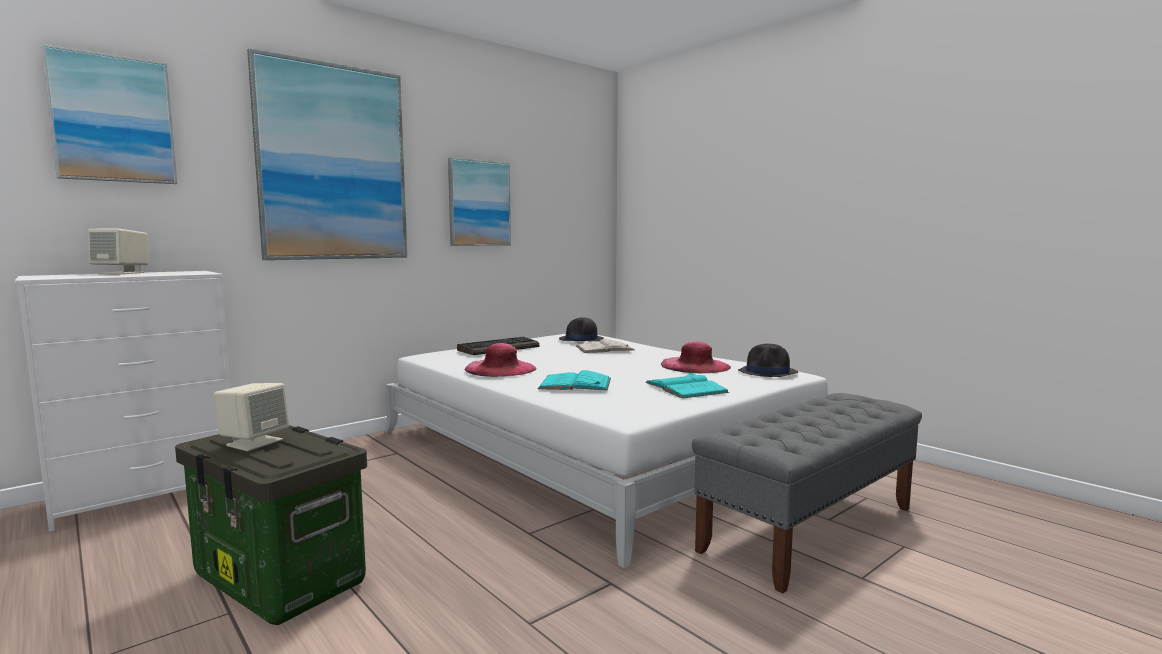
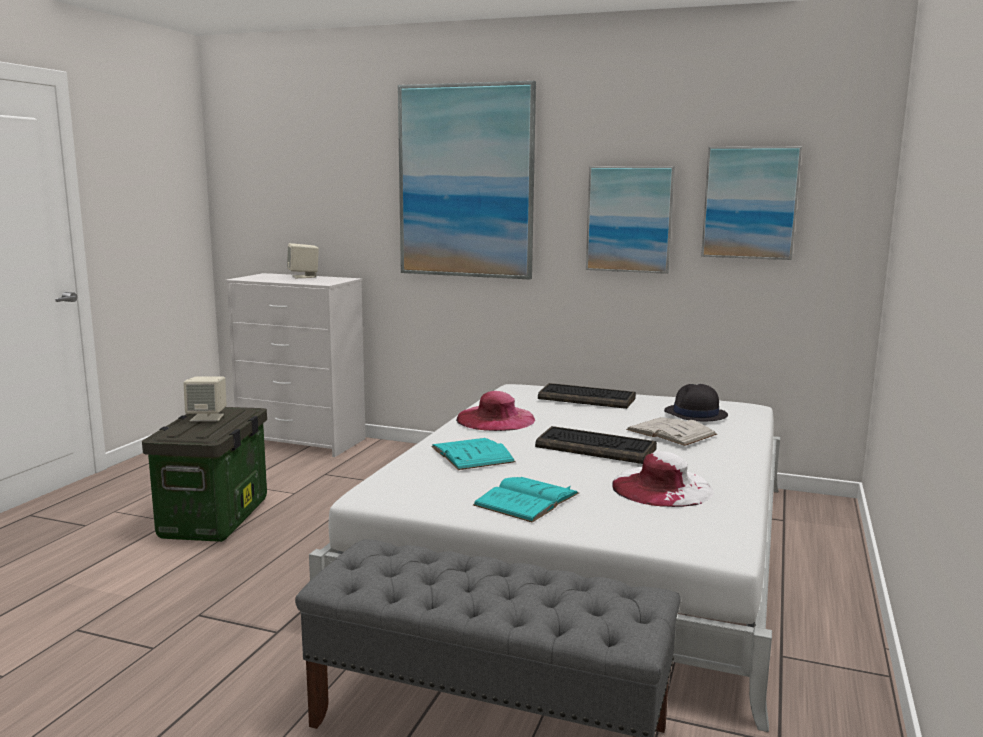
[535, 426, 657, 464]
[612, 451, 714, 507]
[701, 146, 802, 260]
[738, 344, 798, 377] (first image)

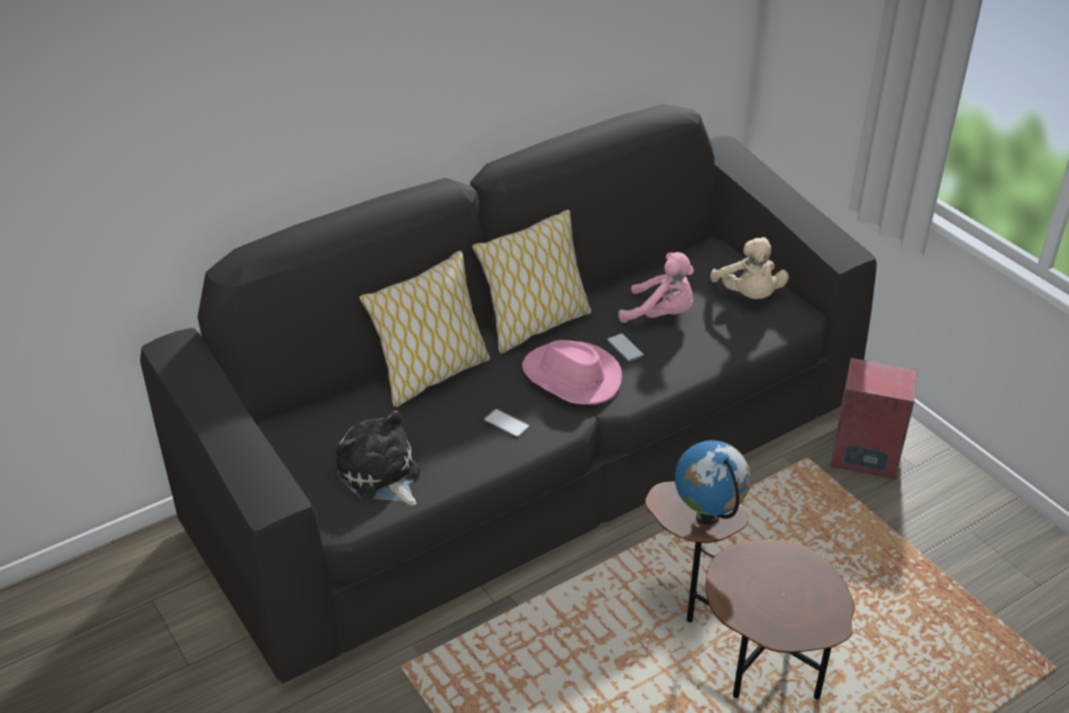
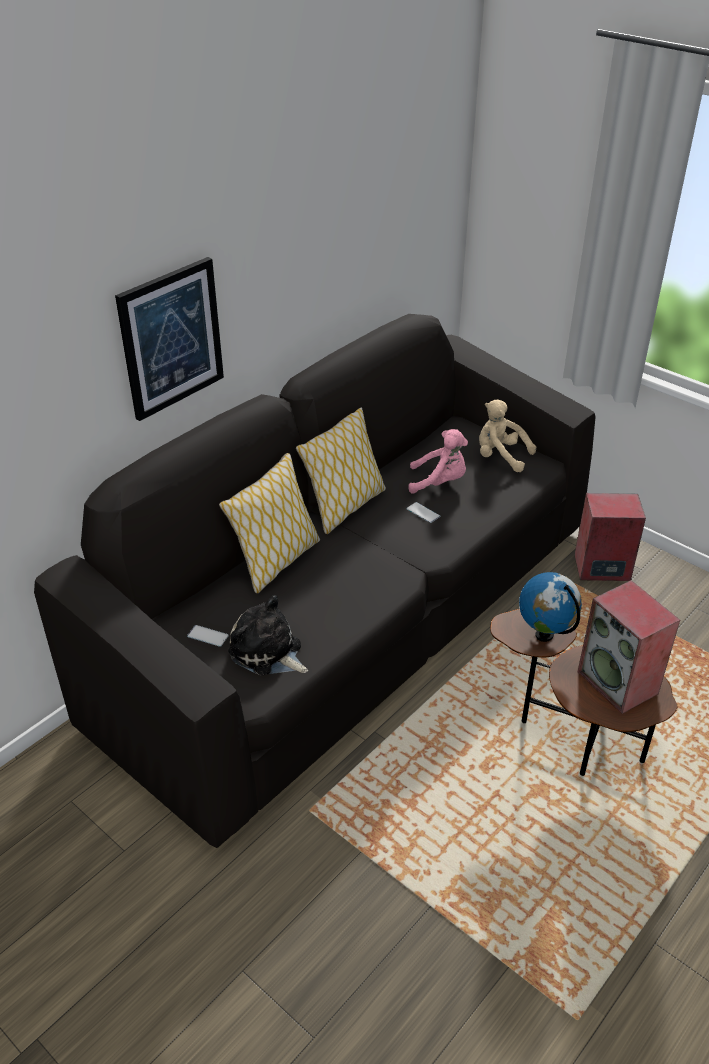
[115, 257, 224, 421]
[187, 625, 229, 647]
[479, 399, 536, 472]
[578, 580, 680, 714]
[522, 340, 622, 405] (first image)

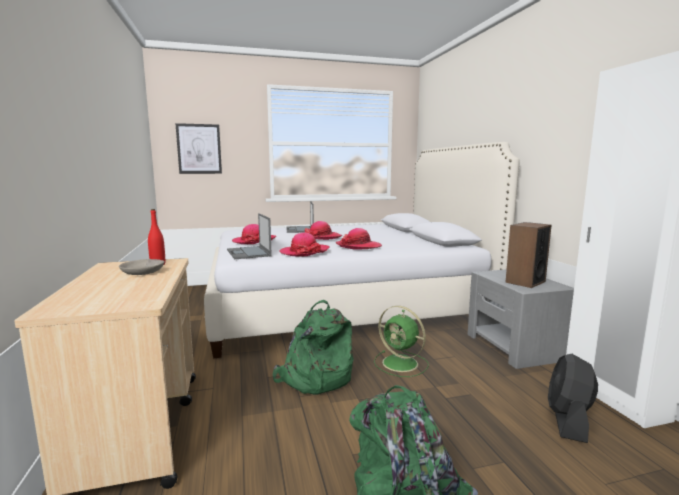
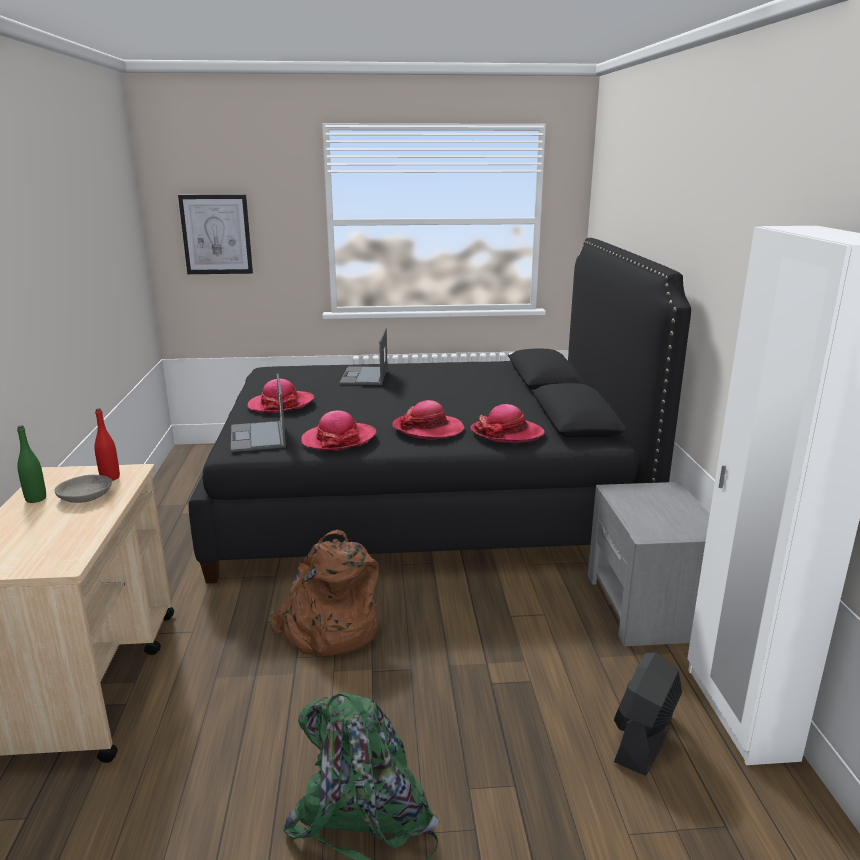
[17, 425, 46, 503]
[189, 238, 691, 583]
[270, 530, 379, 657]
[470, 404, 545, 443]
[374, 306, 429, 377] (first image)
[505, 222, 552, 288] (first image)

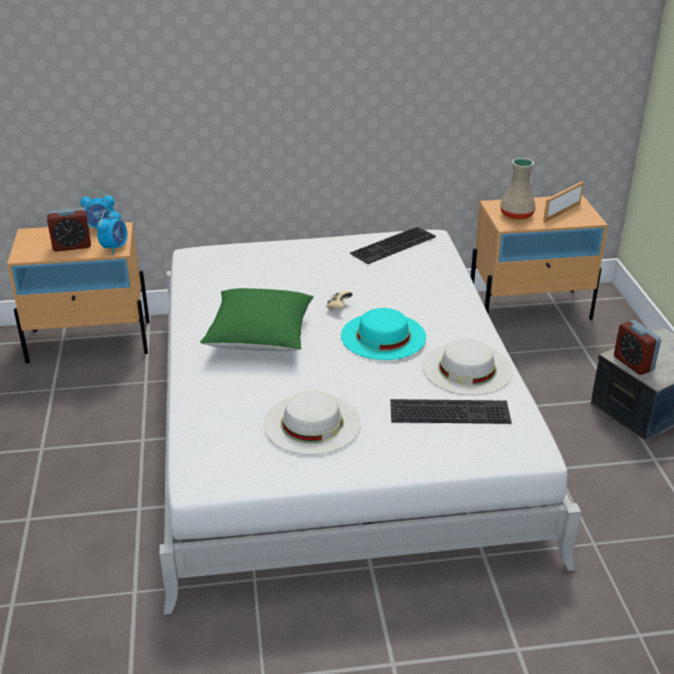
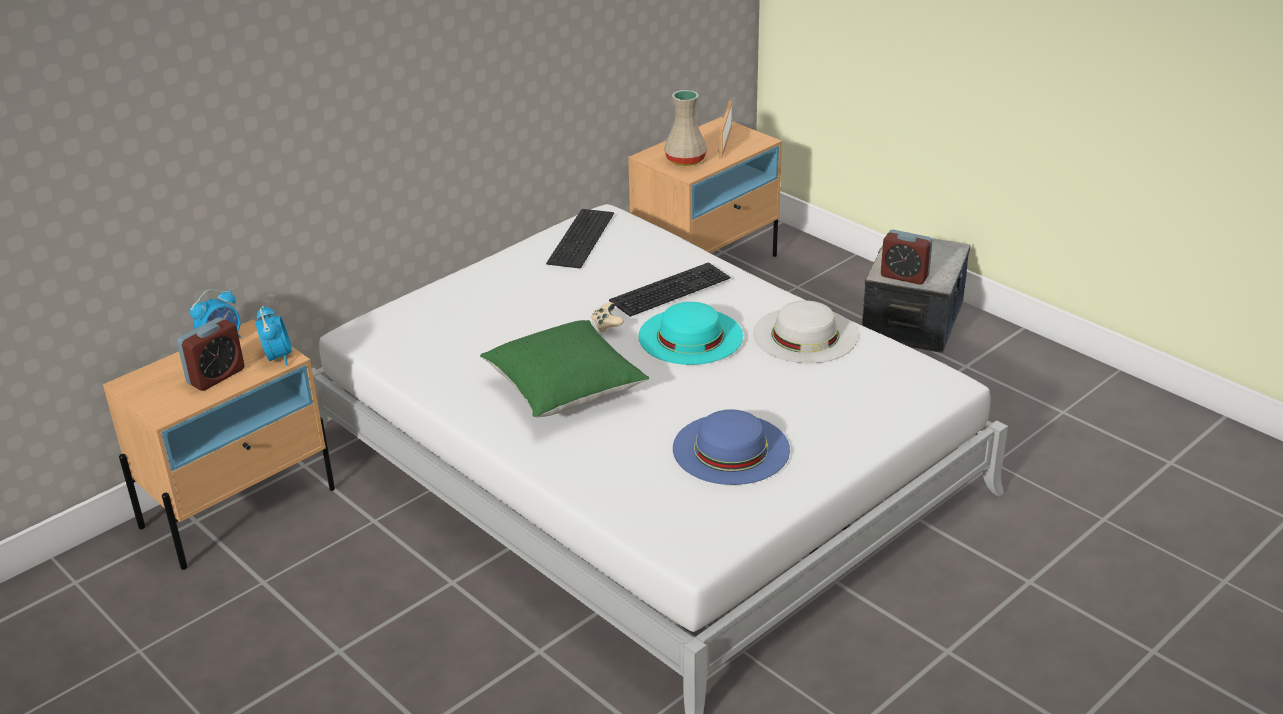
[609, 262, 730, 317]
[673, 409, 790, 485]

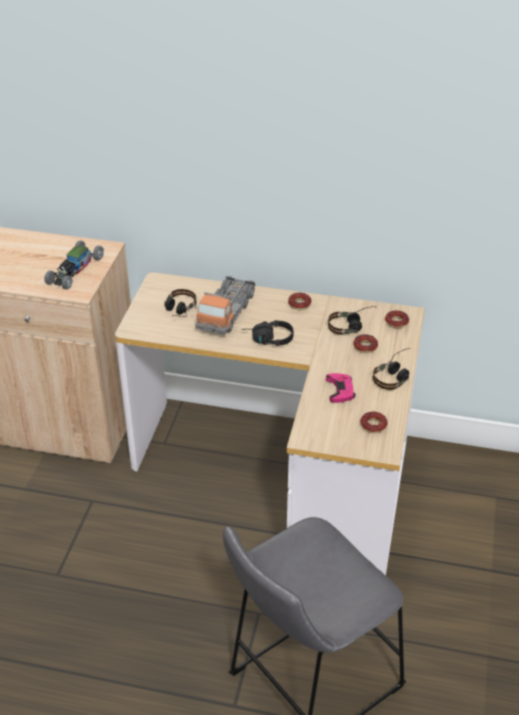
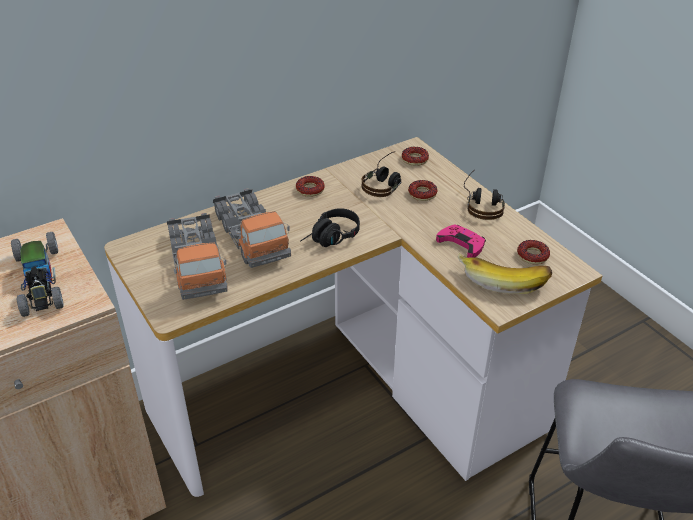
[167, 213, 228, 300]
[458, 253, 552, 294]

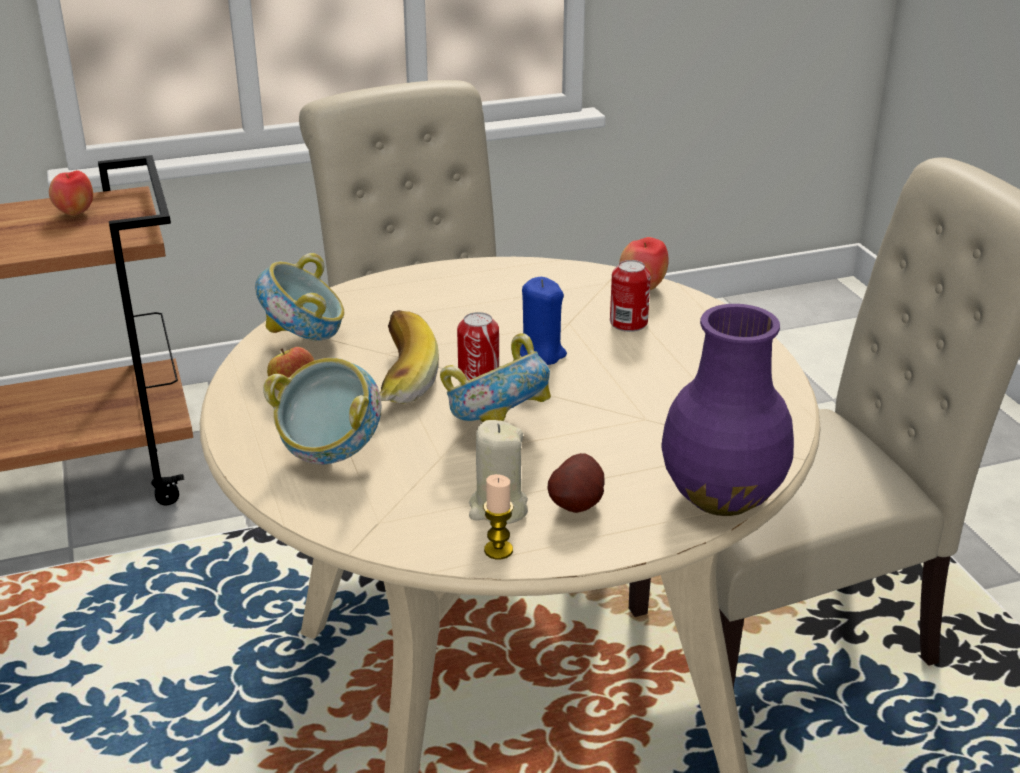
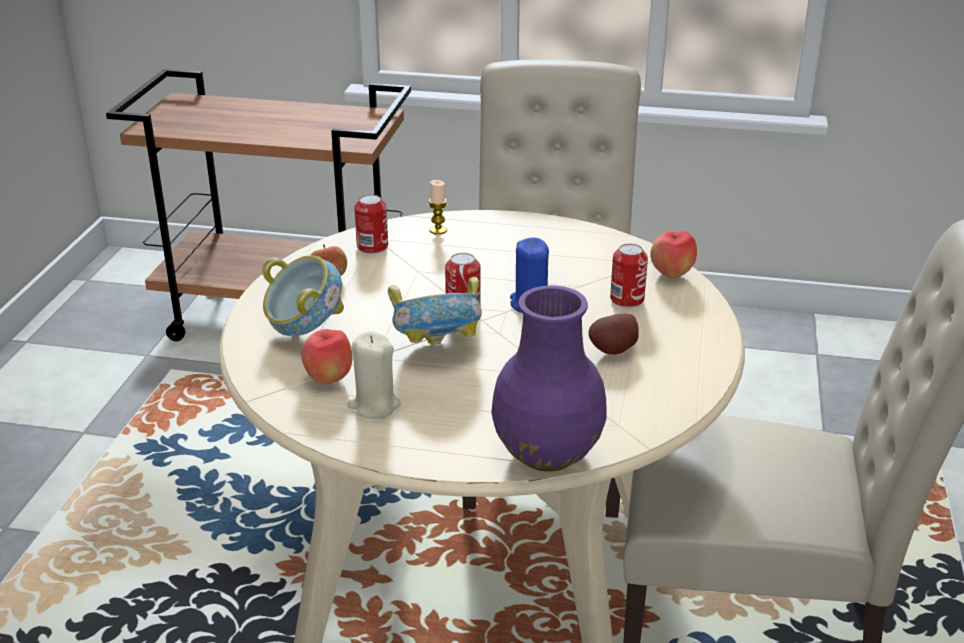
[301, 329, 352, 384]
[354, 194, 388, 254]
[429, 180, 447, 235]
[588, 313, 639, 355]
[380, 310, 439, 404] (first image)

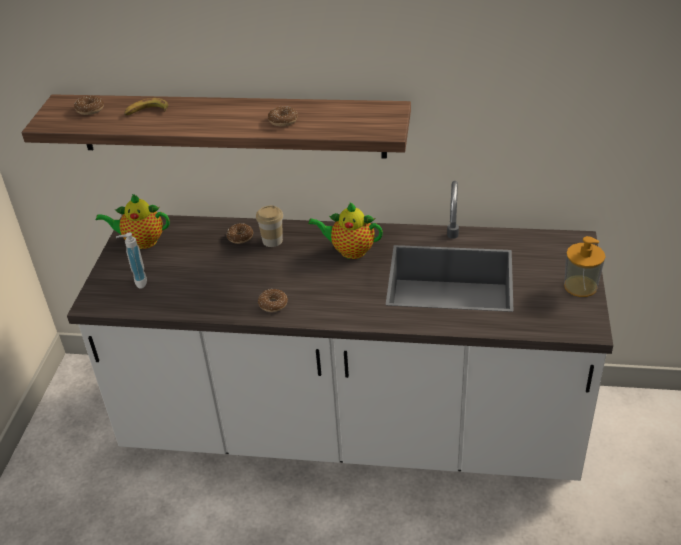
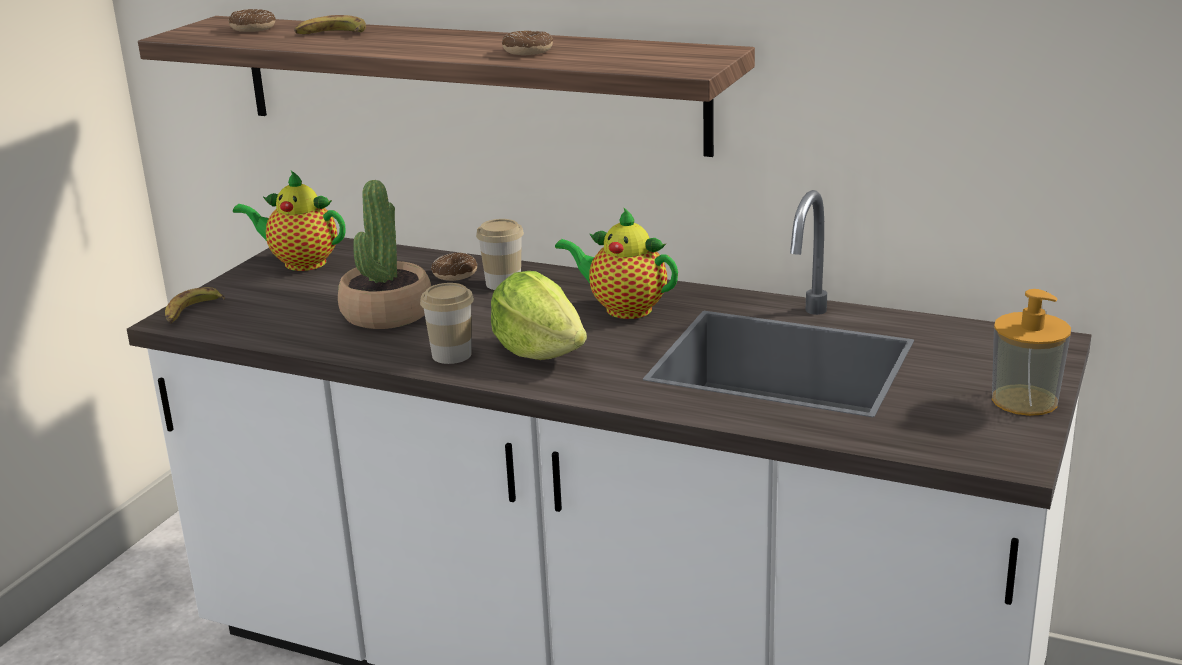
[165, 287, 225, 323]
[338, 180, 431, 329]
[420, 283, 474, 364]
[491, 271, 587, 360]
[116, 232, 147, 288] (first image)

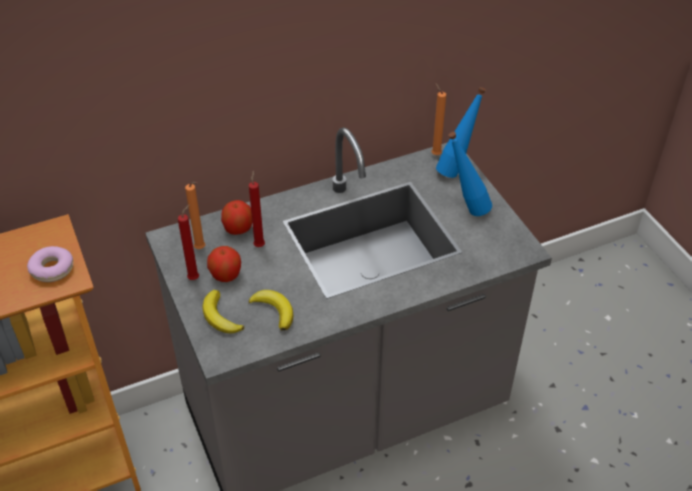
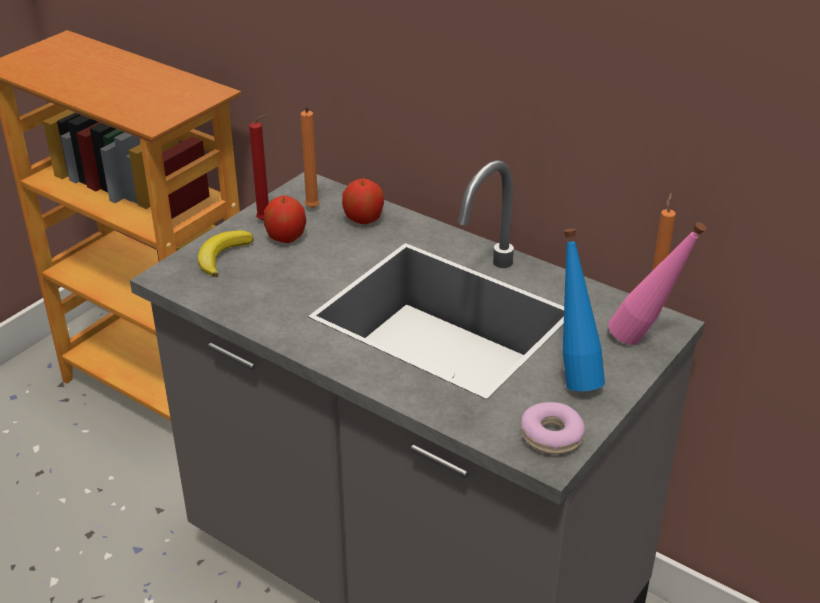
[521, 402, 585, 454]
[608, 222, 706, 345]
[249, 170, 265, 247] (first image)
[249, 290, 293, 331] (first image)

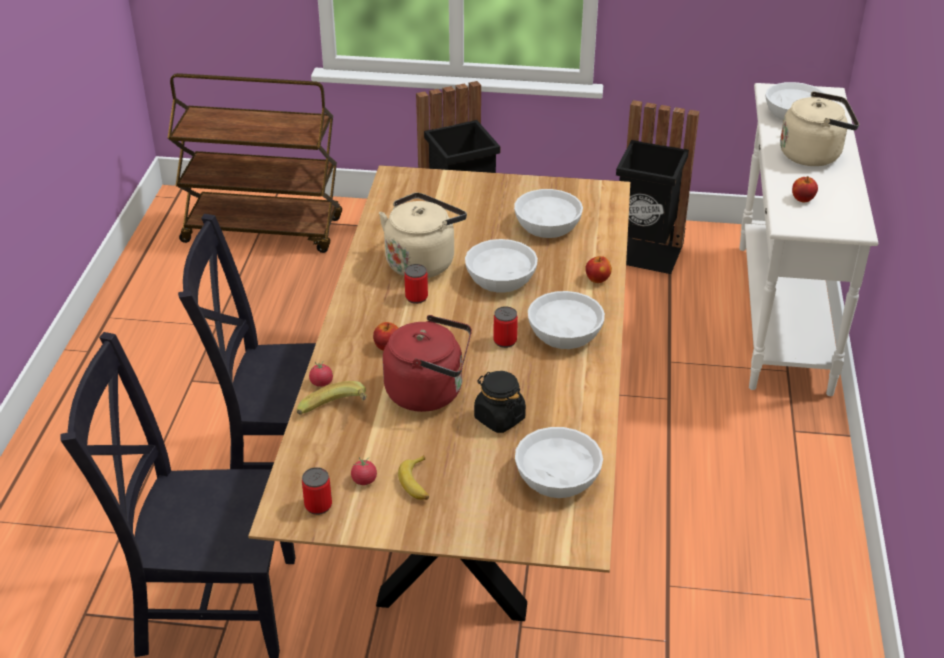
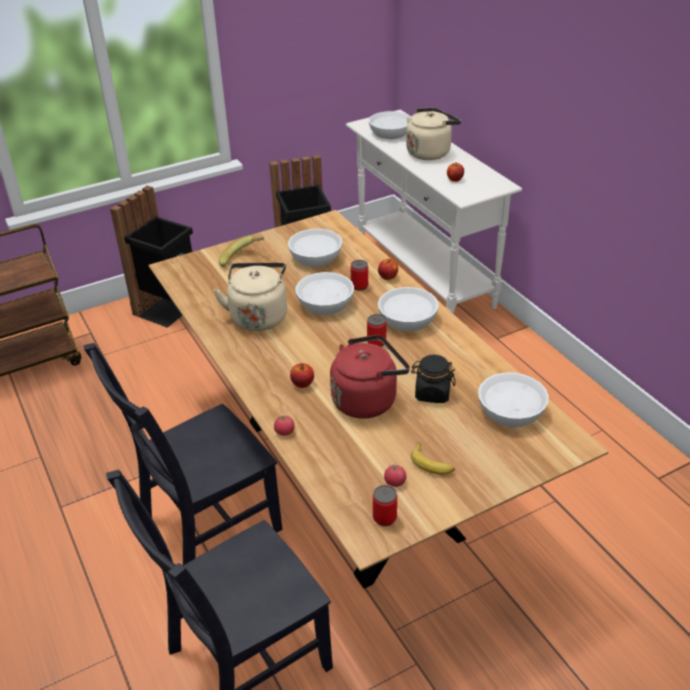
[219, 236, 264, 267]
[351, 260, 368, 291]

